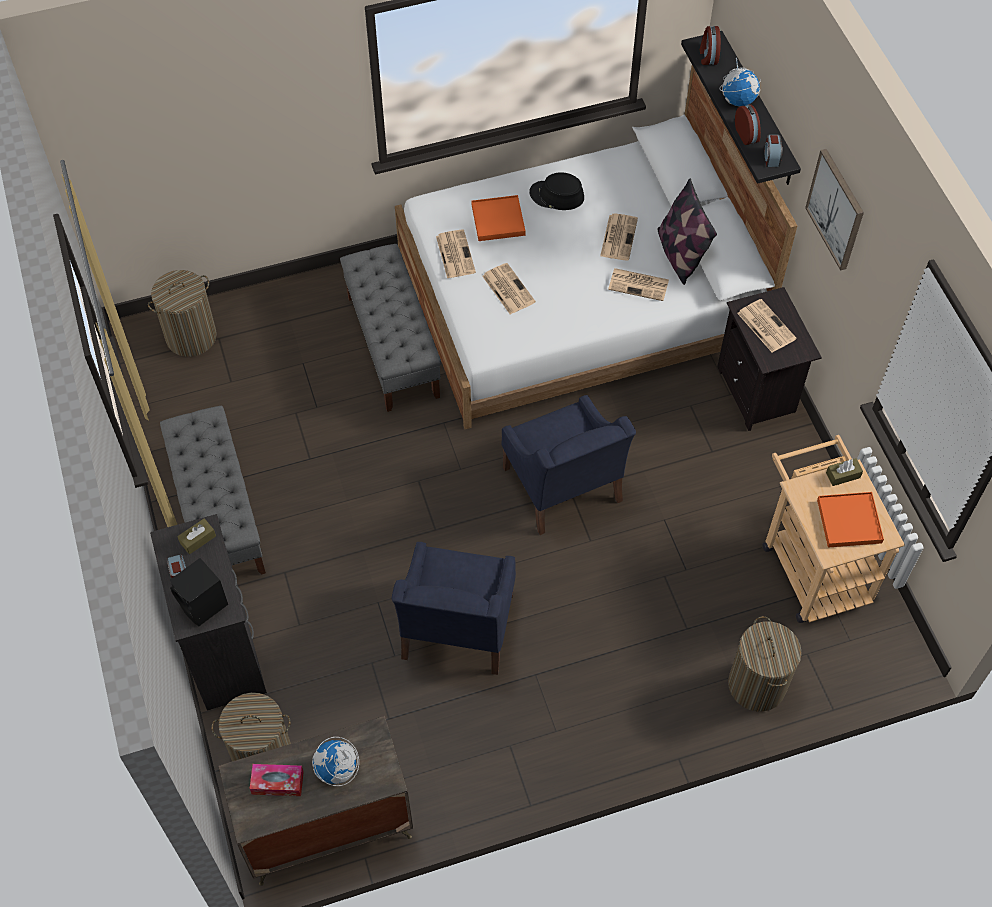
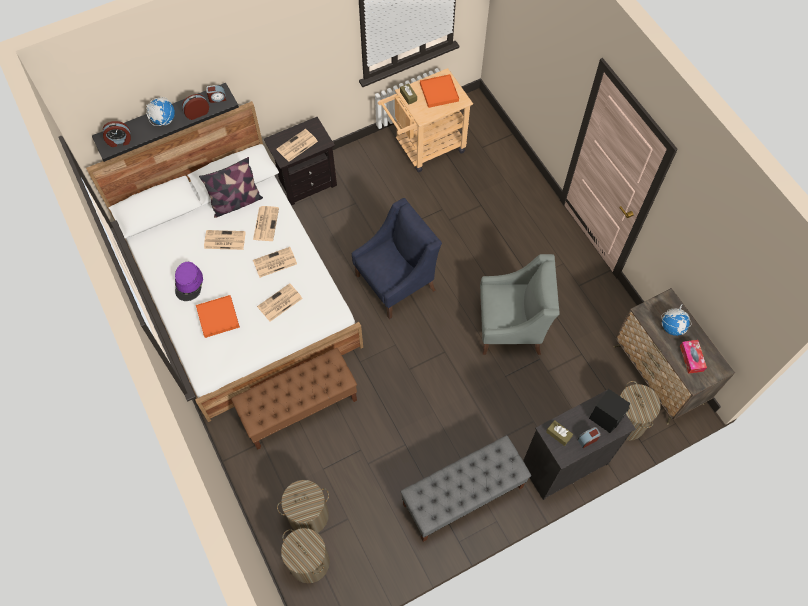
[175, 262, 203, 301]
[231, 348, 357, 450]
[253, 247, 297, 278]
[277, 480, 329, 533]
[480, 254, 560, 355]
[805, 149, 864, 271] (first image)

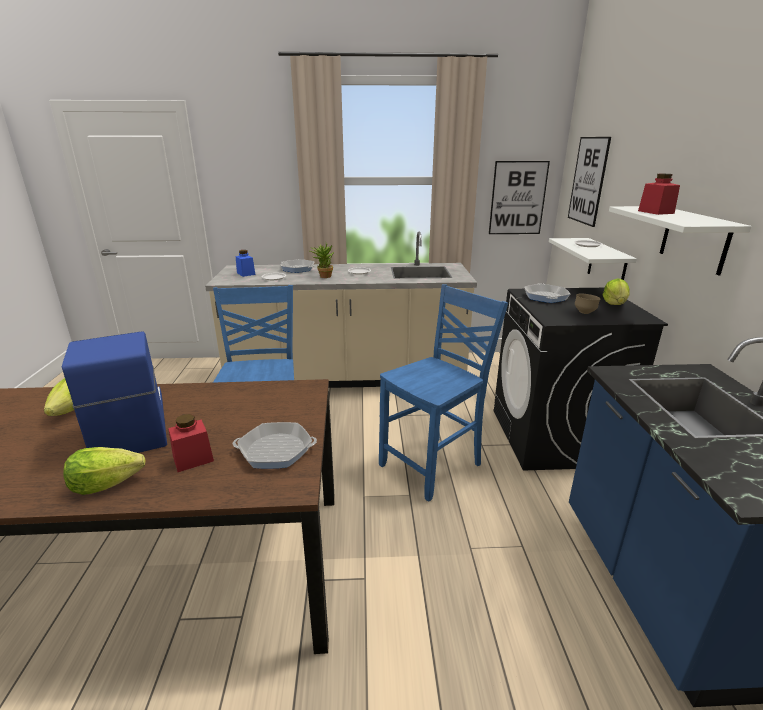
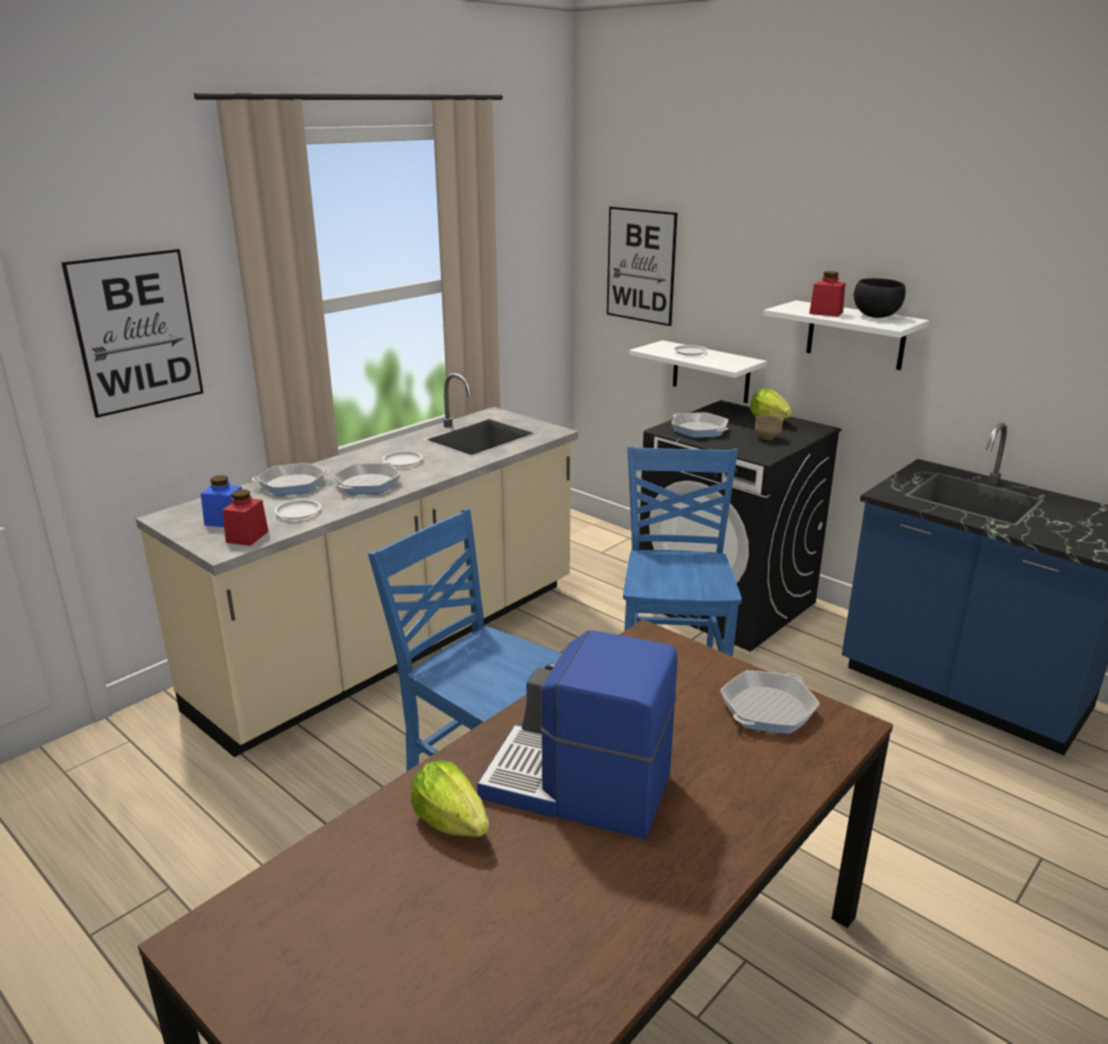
[61, 249, 203, 418]
[222, 489, 269, 546]
[333, 463, 401, 494]
[854, 278, 906, 318]
[63, 447, 146, 495] (first image)

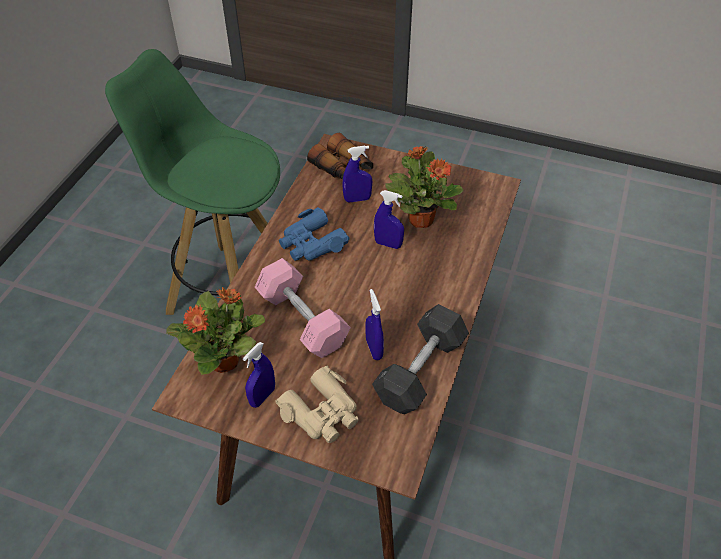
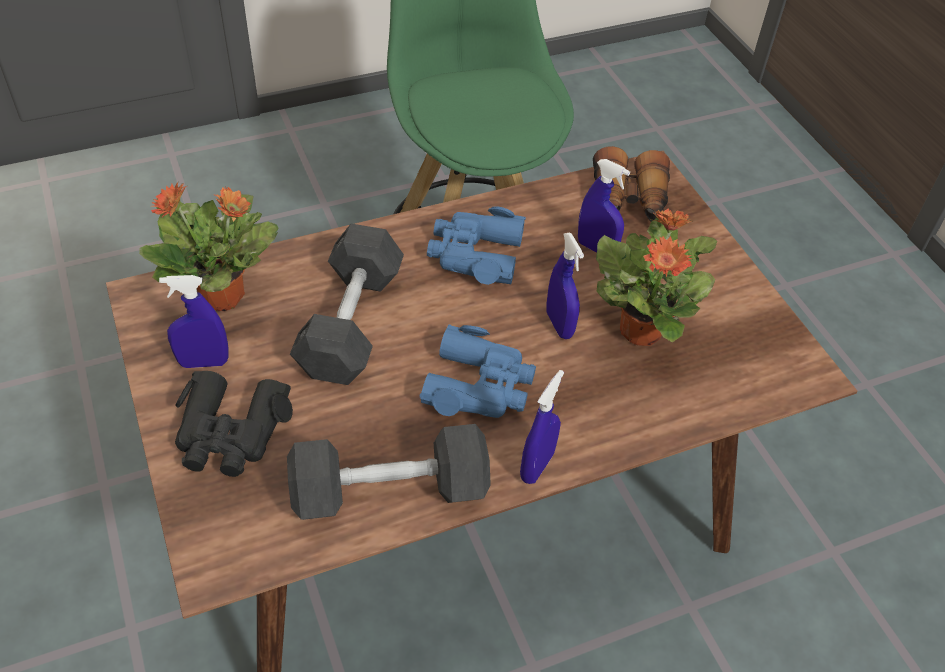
[175, 371, 293, 477]
[290, 224, 404, 385]
[419, 324, 536, 418]
[520, 370, 564, 484]

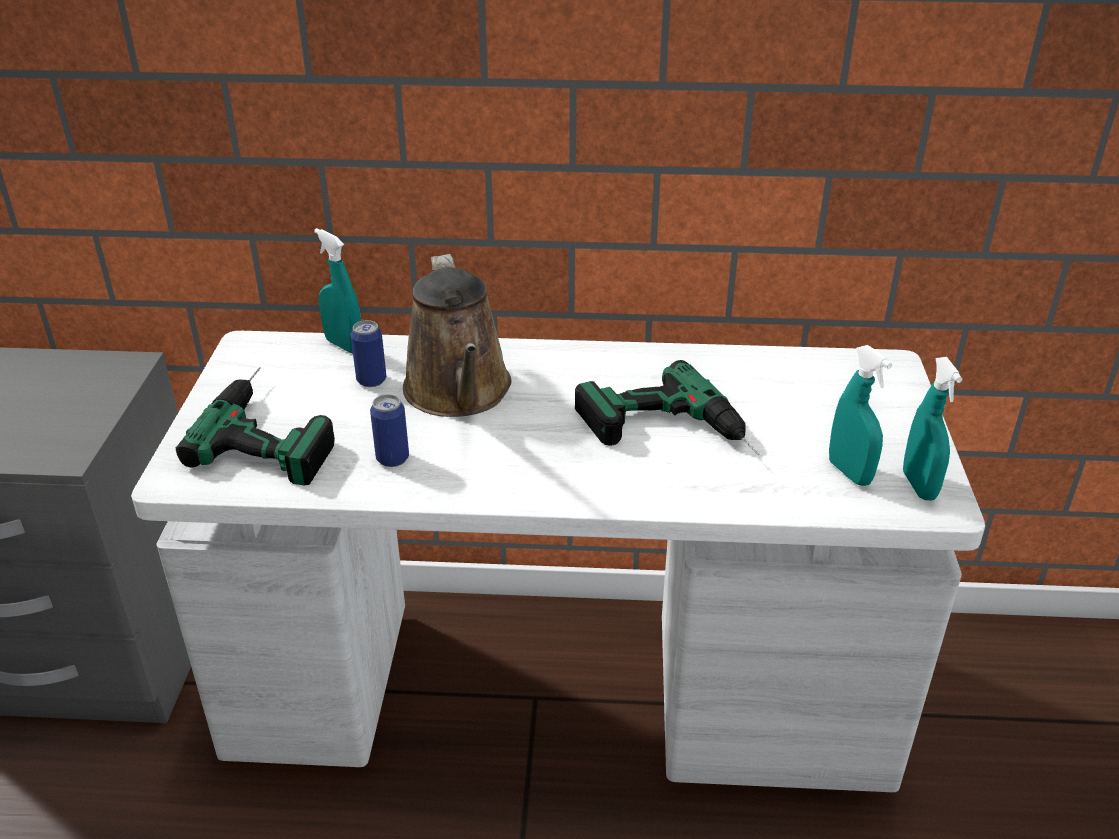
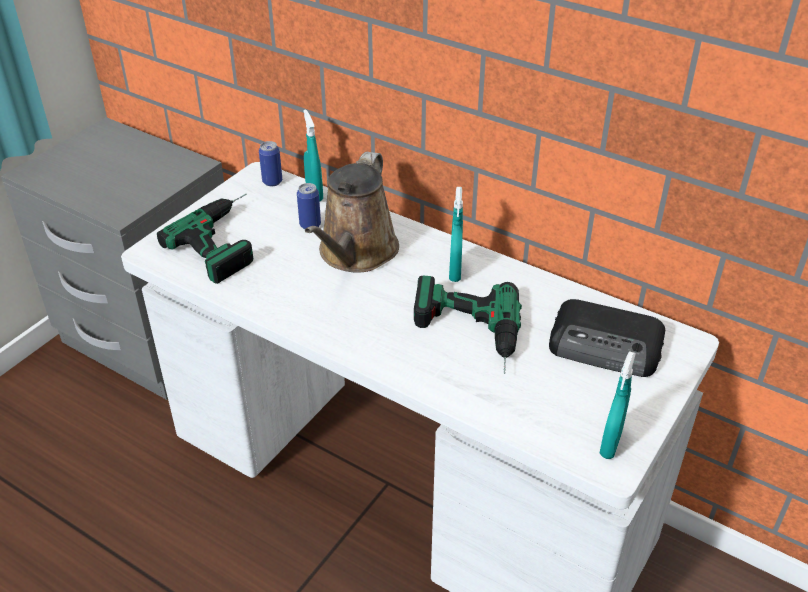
[259, 141, 282, 186]
[449, 187, 463, 282]
[549, 299, 665, 377]

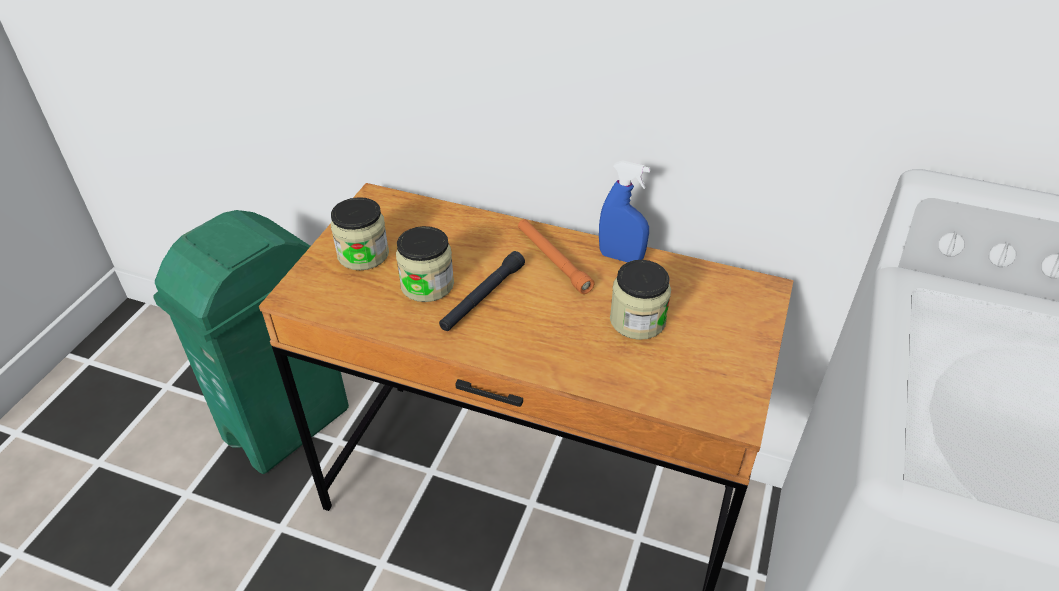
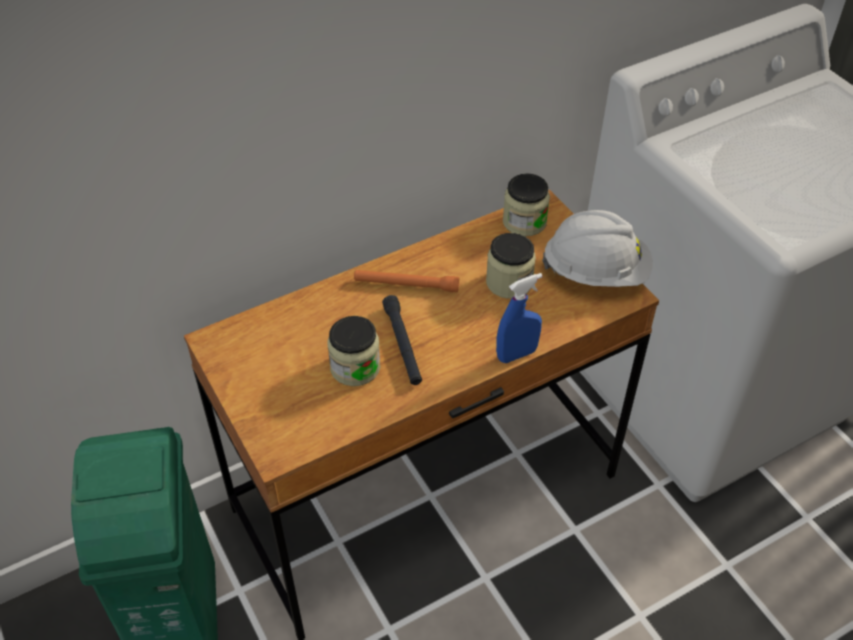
[496, 273, 542, 363]
[503, 173, 550, 236]
[542, 210, 653, 287]

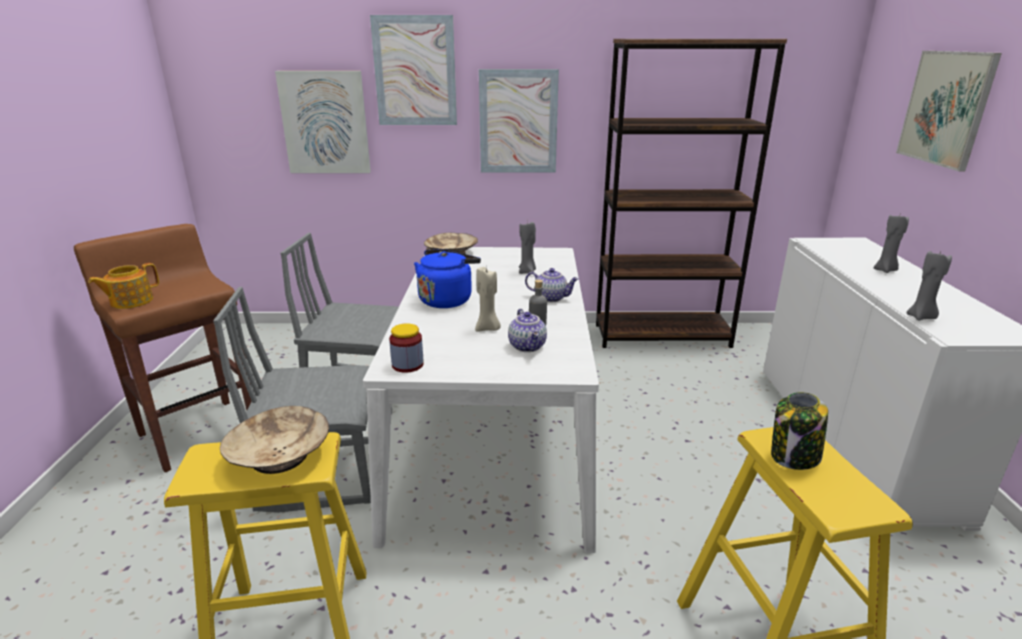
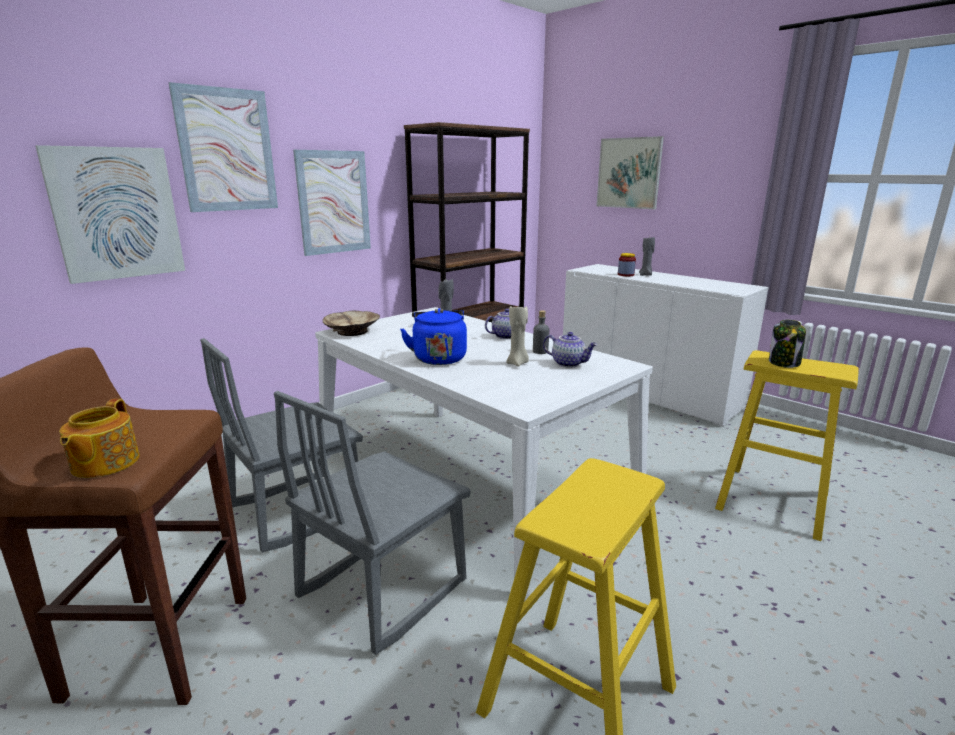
[618, 253, 636, 276]
[220, 406, 329, 474] (first image)
[906, 251, 952, 320] (first image)

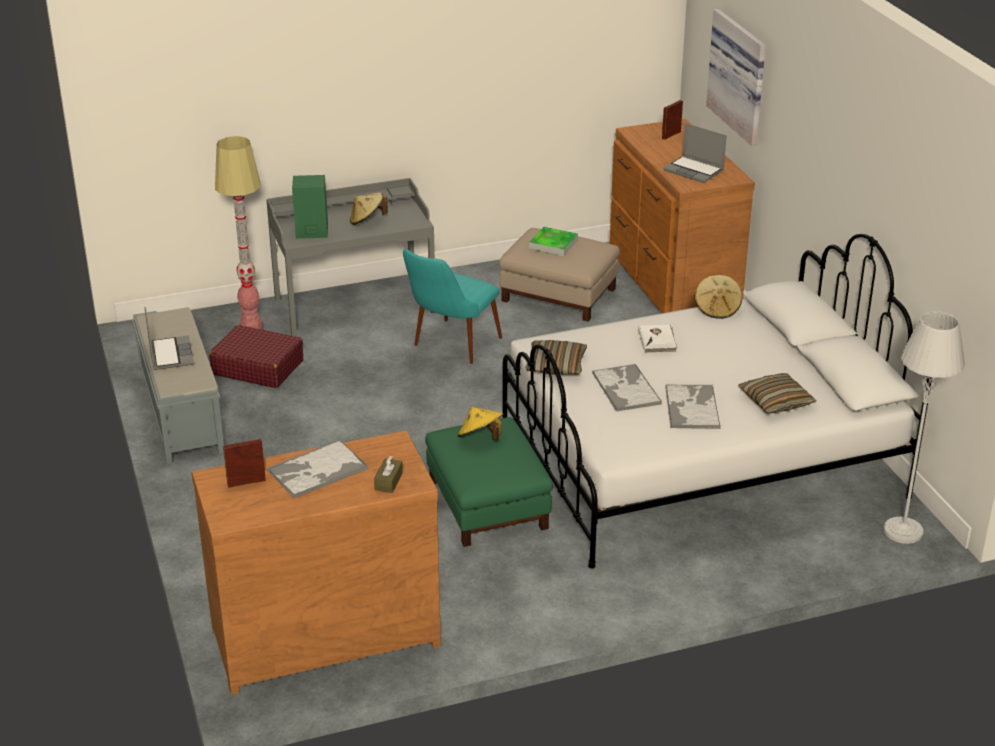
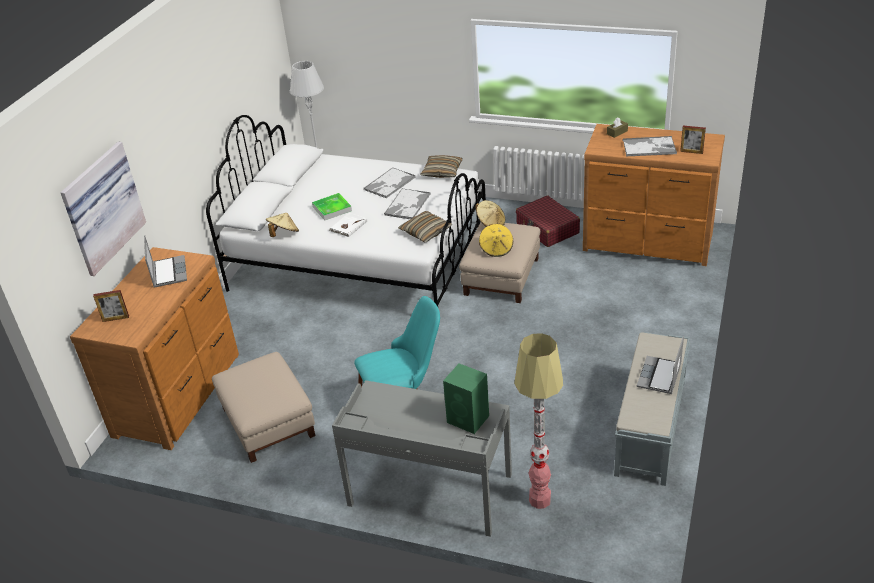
[312, 193, 352, 220]
[420, 155, 462, 178]
[459, 223, 540, 303]
[476, 200, 505, 227]
[516, 196, 580, 247]

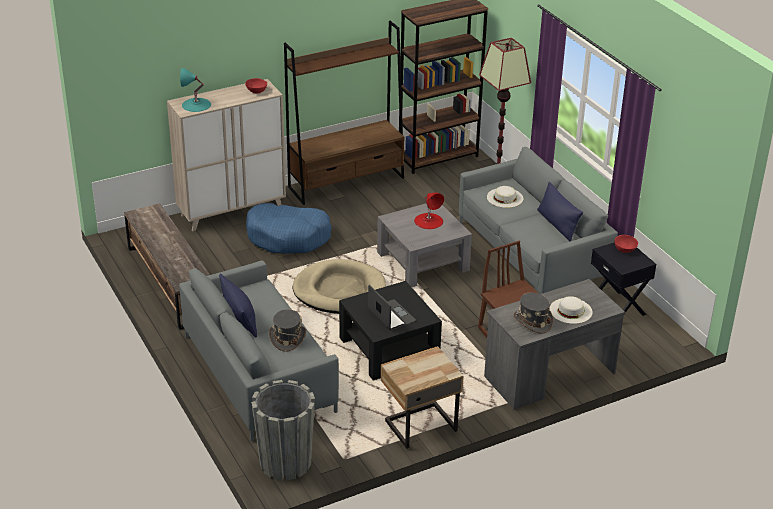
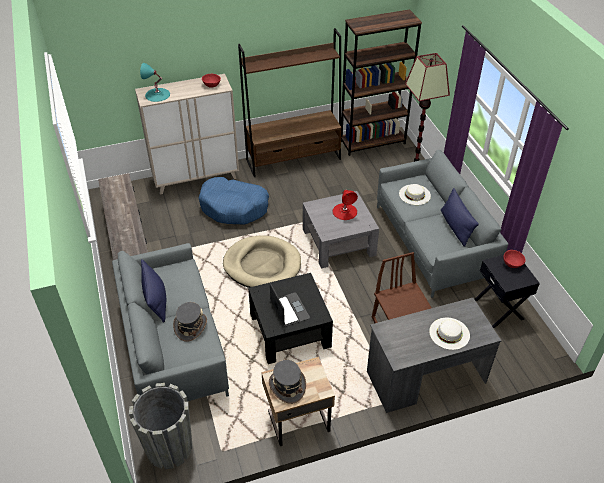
[269, 360, 306, 404]

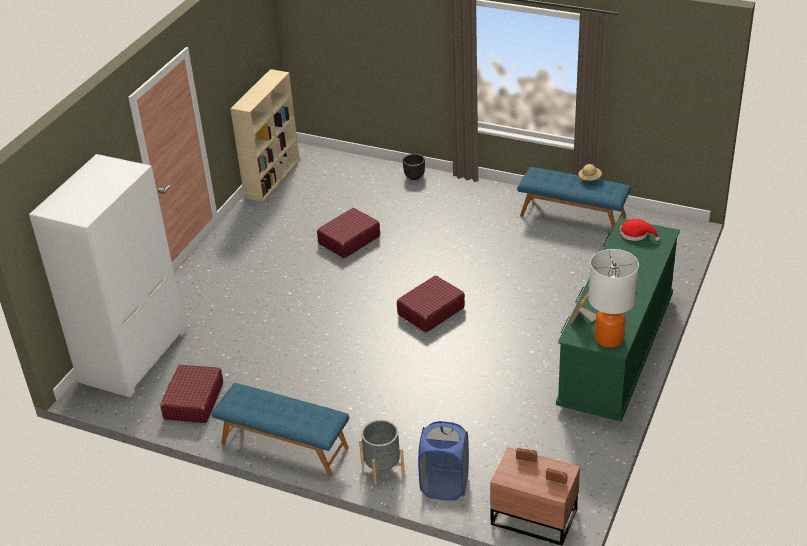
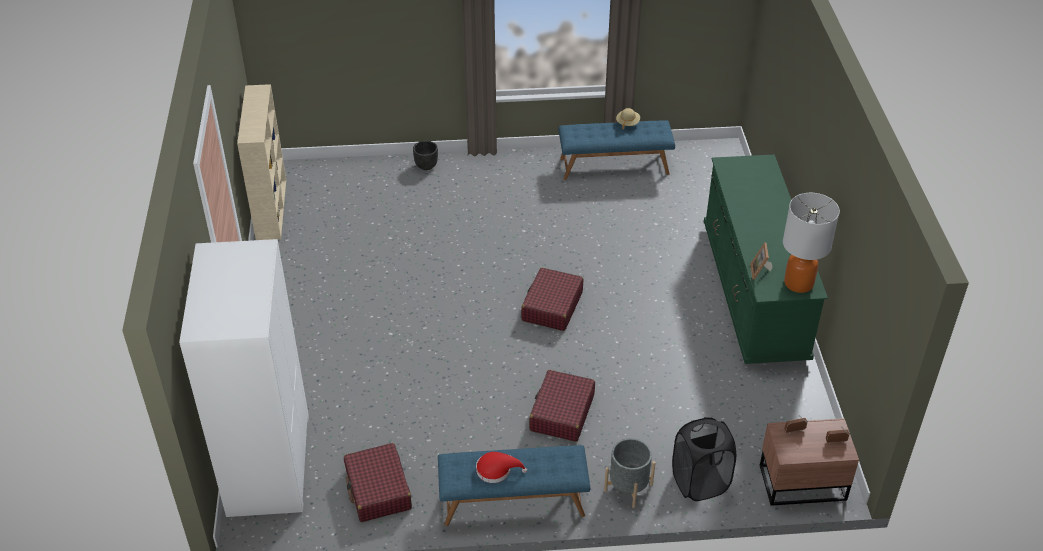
[476, 452, 527, 483]
[529, 370, 595, 442]
[672, 417, 736, 501]

